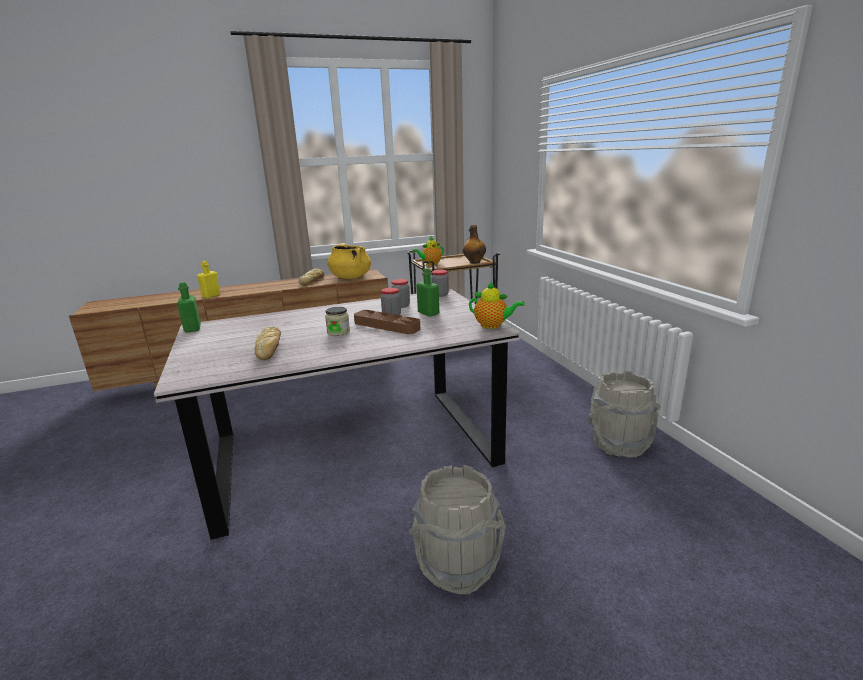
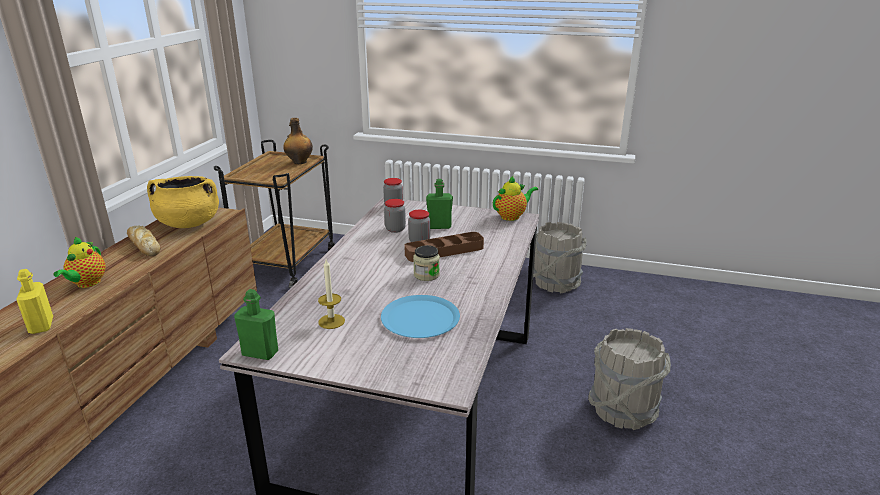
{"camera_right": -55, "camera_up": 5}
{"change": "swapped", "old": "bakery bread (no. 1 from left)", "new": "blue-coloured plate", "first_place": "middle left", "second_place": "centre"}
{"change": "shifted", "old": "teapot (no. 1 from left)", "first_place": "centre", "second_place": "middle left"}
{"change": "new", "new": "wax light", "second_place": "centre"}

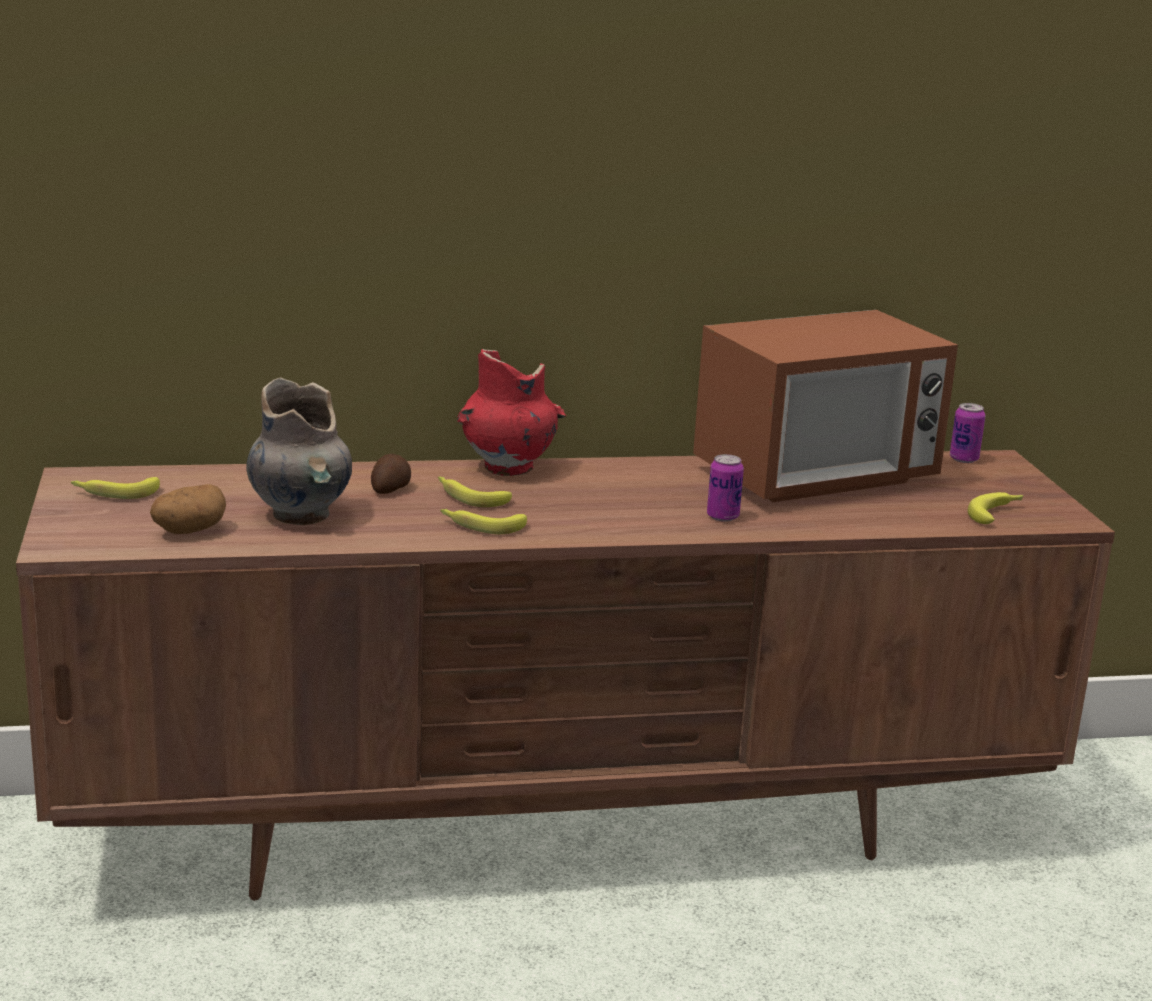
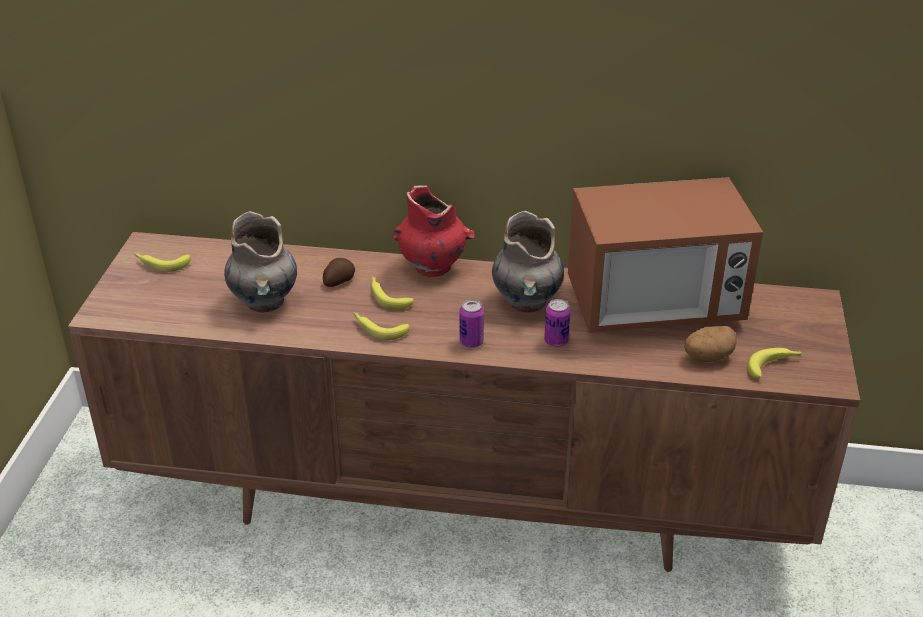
{"camera_right": 20, "camera_up": 15}
{"change": "shifted", "old": "potato (no. 1 from left in the first image)", "new": "potato (no. 2 from left)", "first_place": "middle left", "second_place": "middle right"}
{"change": "shifted", "old": "sealed can (no. 2 from left in the first image)", "new": "sealed can (no. 1 from left)", "first_place": "middle right", "second_place": "centre"}
{"change": "new", "new": "greyish decorative vase (no. 2 from left)", "second_place": "centre"}

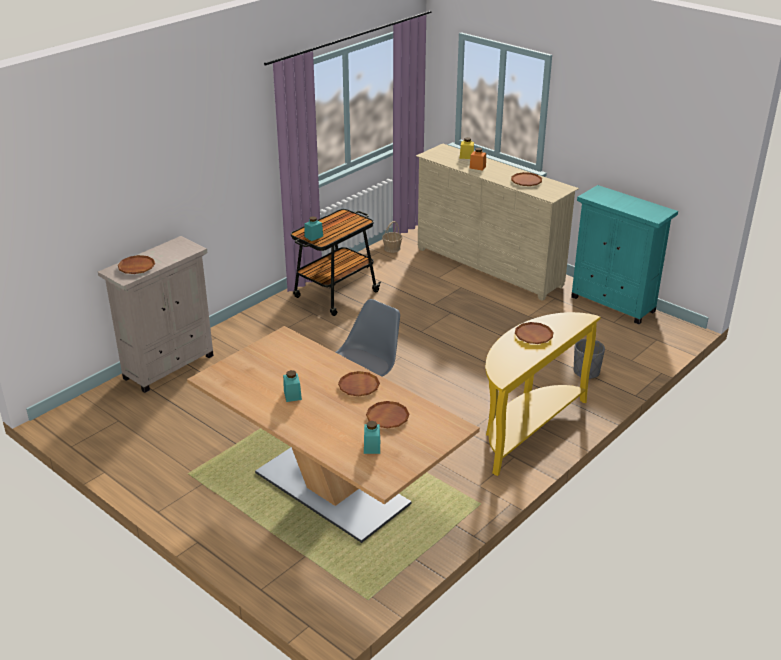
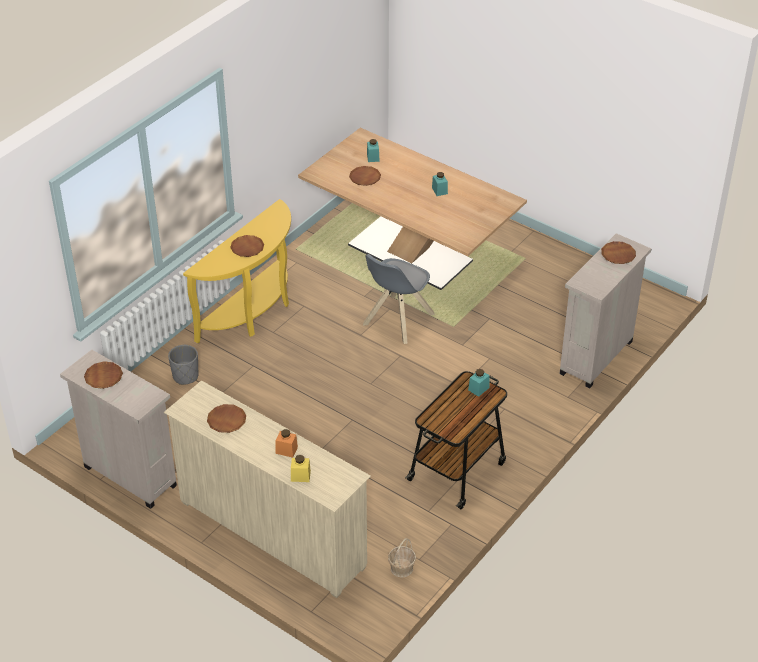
{"camera_right": 175, "camera_up": 10}
{"change": "shifted", "old": "brown plate (no. 2 from left in the first image)", "new": "brown plate (no. 1 from left)", "first_place": "centre", "second_place": "middle left"}
{"change": "repainted", "old": "turquoise cupboard", "new": "beige cupboard (no. 1 from left)", "first_place": "middle right", "second_place": "middle left"}

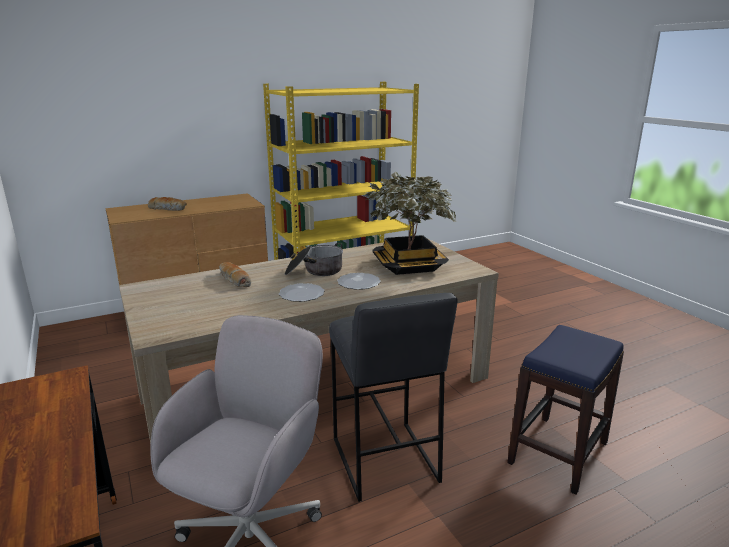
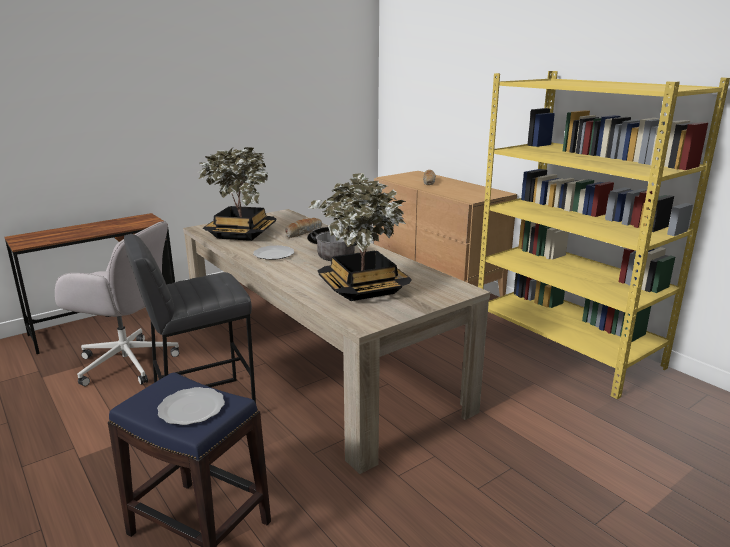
{"camera_right": 80, "camera_up": 0}
{"change": "shifted", "old": "plate (no. 2 from left in the first image)", "new": "plate (no. 1 from left)", "first_place": "centre", "second_place": "bottom left"}
{"change": "new", "new": "plant in a pot (no. 1 from left)", "second_place": "middle left"}

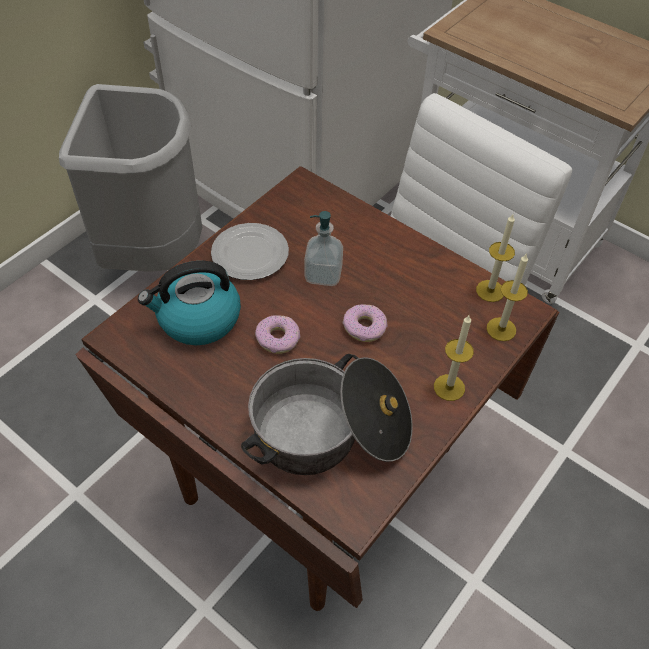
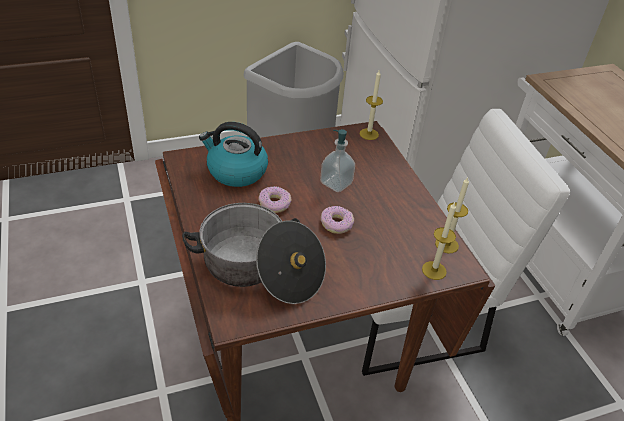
{"camera_right": 30, "camera_up": -10}
{"change": "gone", "old": "plate", "first_place": "centre"}
{"change": "shifted", "old": "wax light (no. 1 from left)", "first_place": "middle right", "second_place": "top centre"}

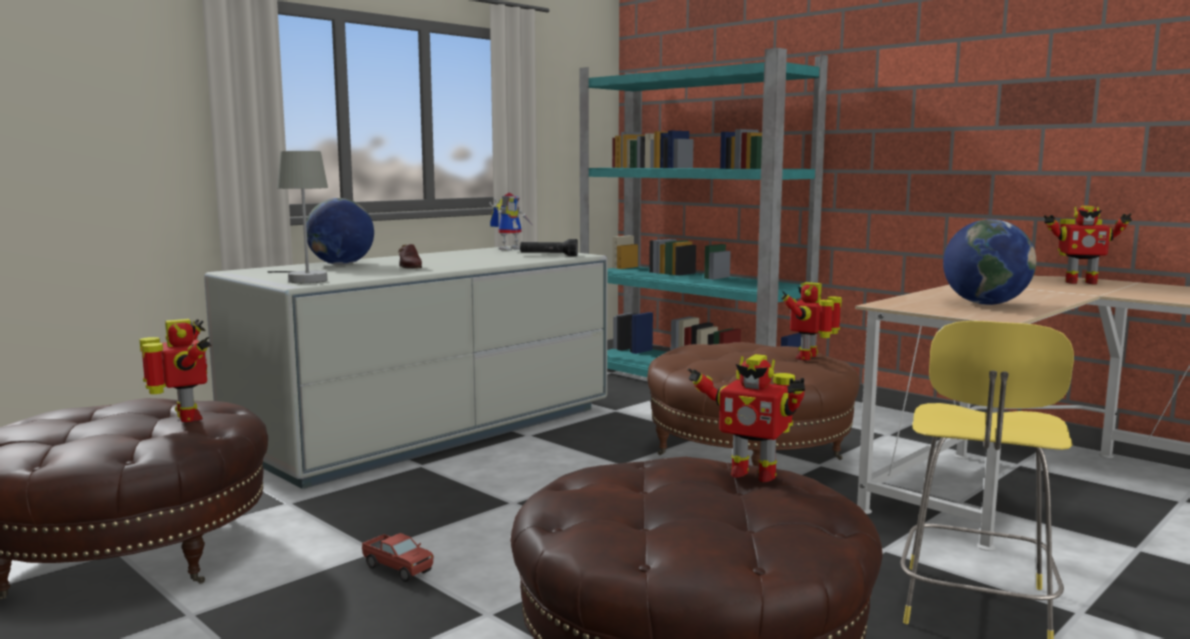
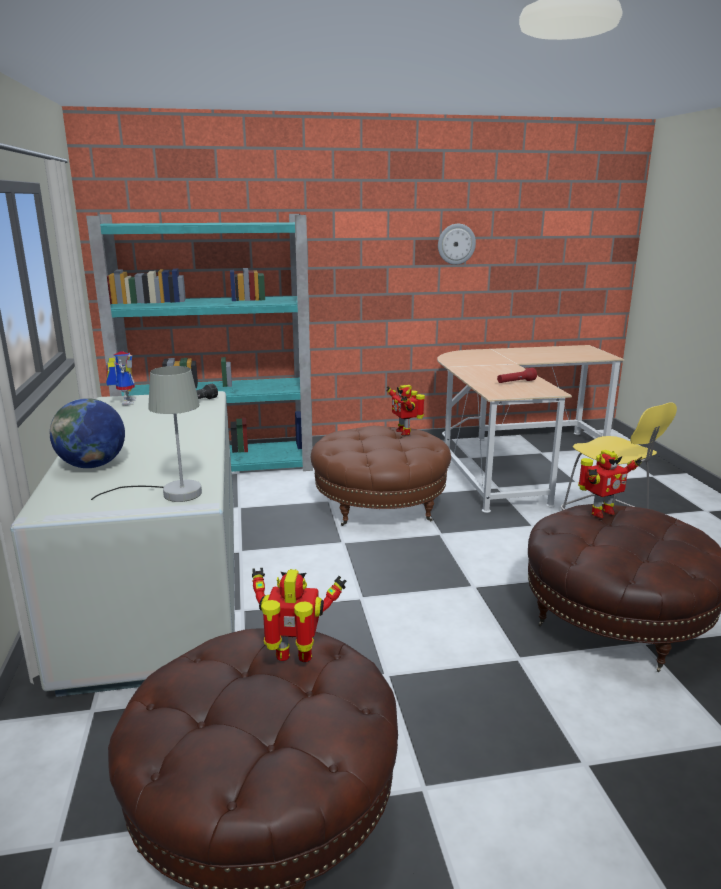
{"camera_right": -55, "camera_up": 10}
{"change": "gone", "old": "toy truck", "first_place": "bottom centre"}
{"change": "gone", "old": "brown low shoe", "first_place": "centre"}
{"change": "swapped", "old": "desk globe (no. 2 from left)", "new": "red hand torch", "first_place": "middle right", "second_place": "middle right"}
{"change": "gone", "old": "model robot (no. 5 from left)", "first_place": "middle right"}
{"change": "new", "new": "wall clock", "second_place": "top centre"}

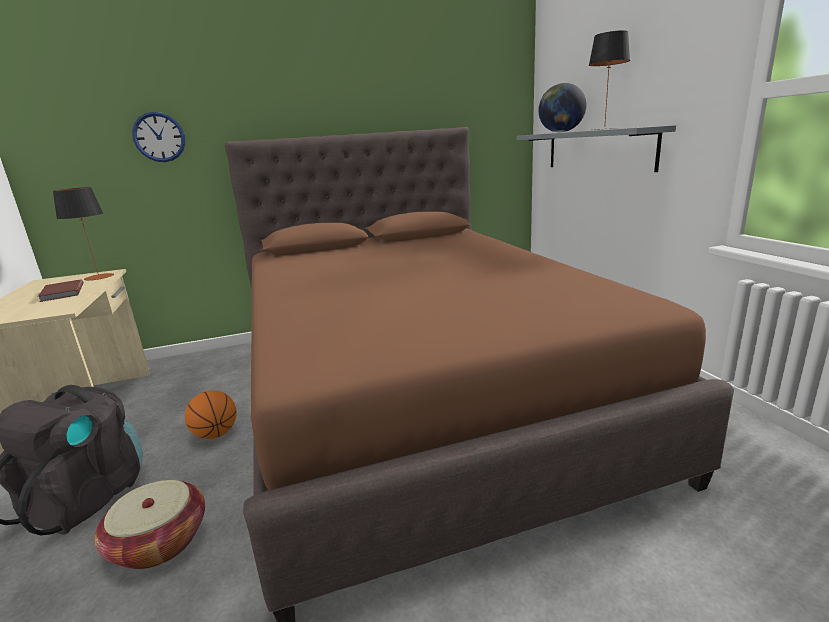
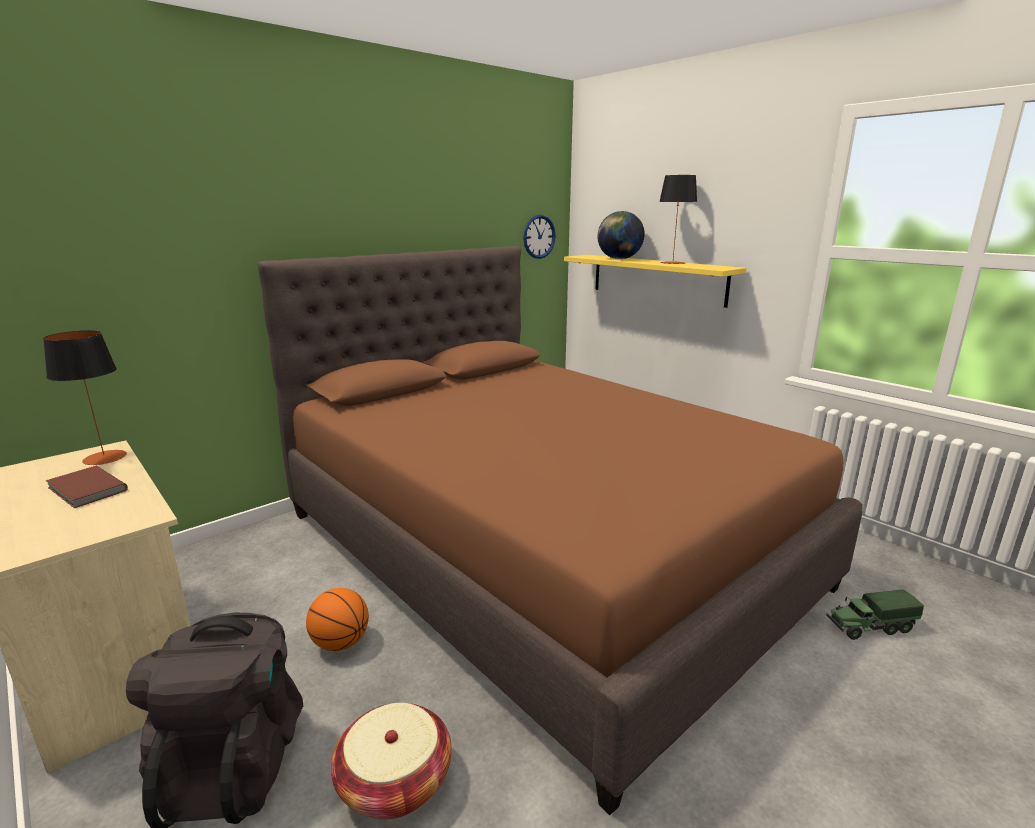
{"camera_right": -25, "camera_up": 0}
{"change": "shifted", "old": "wall clock", "first_place": "top left", "second_place": "top centre"}
{"change": "repainted", "old": "greyish shelf", "new": "yellow-coloured shelf", "first_place": "top right", "second_place": "centre"}
{"change": "new", "new": "toy truck", "second_place": "bottom right"}

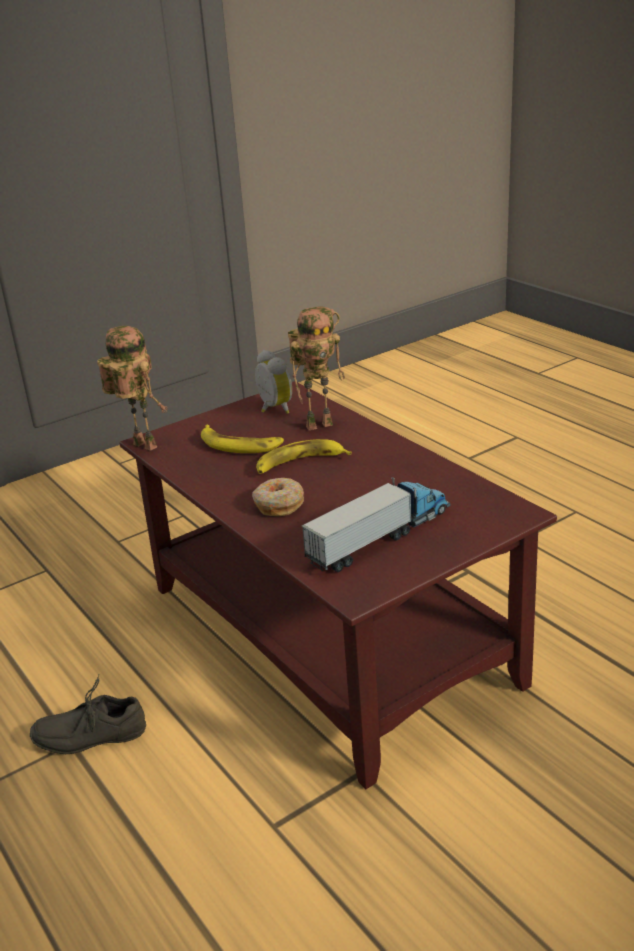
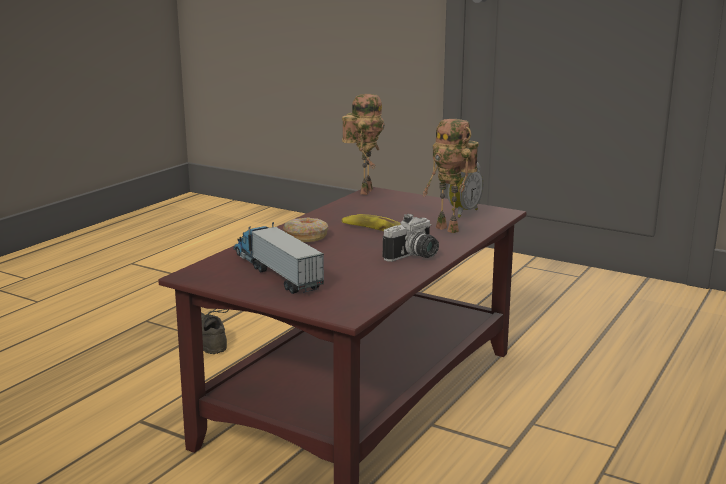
{"camera_right": 65, "camera_up": -10}
{"change": "gone", "old": "banana fruit (no. 1 from left)", "first_place": "centre"}
{"change": "rotated", "old": "toy truck", "first_place": "centre", "second_place": "centre", "degrees": -150}
{"change": "new", "new": "photo camera", "second_place": "centre"}

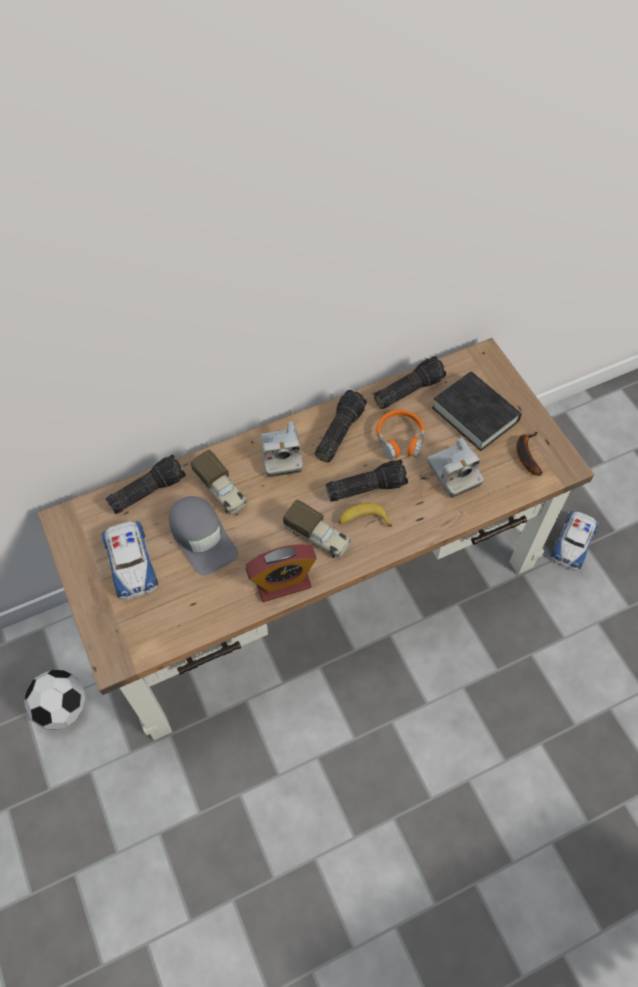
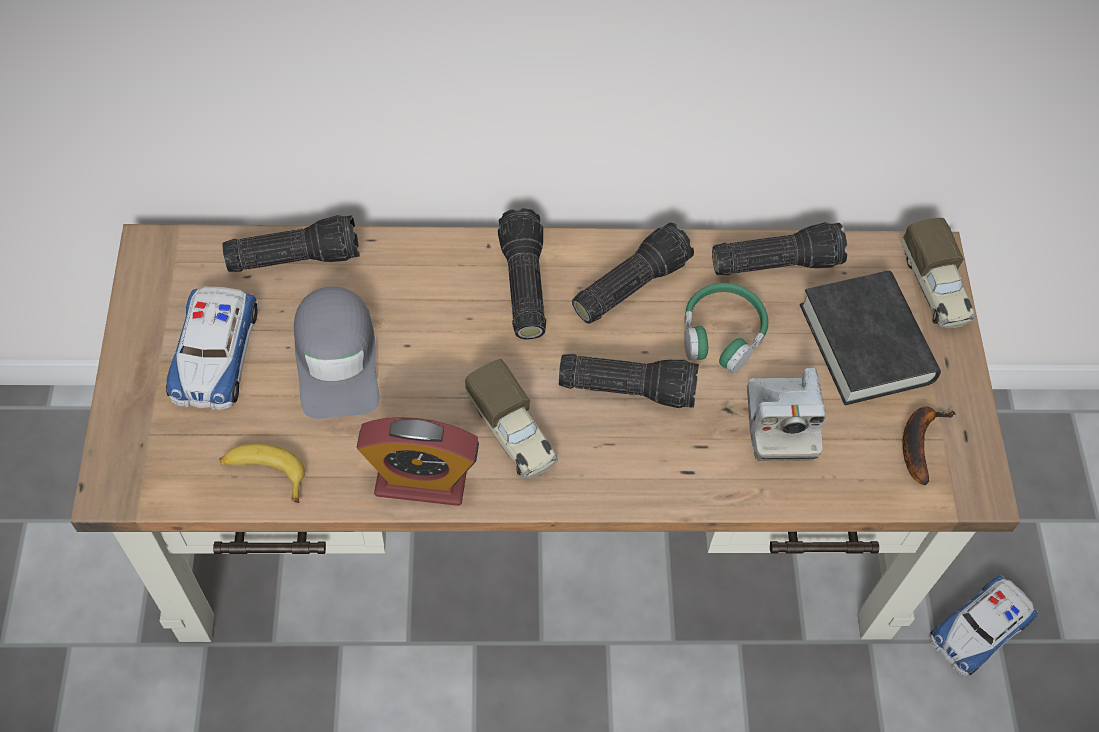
{"camera_right": 20, "camera_up": 0}
{"change": "gone", "old": "football", "first_place": "bottom left"}
{"change": "shifted", "old": "toy truck (no. 1 from left in the first image)", "new": "toy truck (no. 2 from left)", "first_place": "centre", "second_place": "middle right"}
{"change": "swapped", "old": "photo camera (no. 1 from left)", "new": "hand torch (no. 2 from left)", "first_place": "centre", "second_place": "centre"}
{"change": "shifted", "old": "banana fruit (no. 1 from left)", "first_place": "centre", "second_place": "middle left"}
{"change": "repainted", "old": "orangey headset", "new": "green-coloured headset", "first_place": "centre", "second_place": "centre"}

